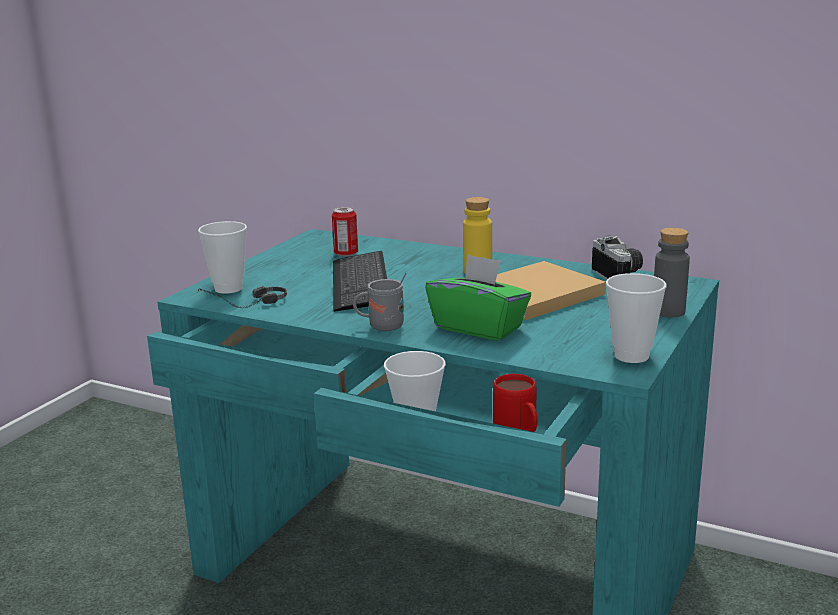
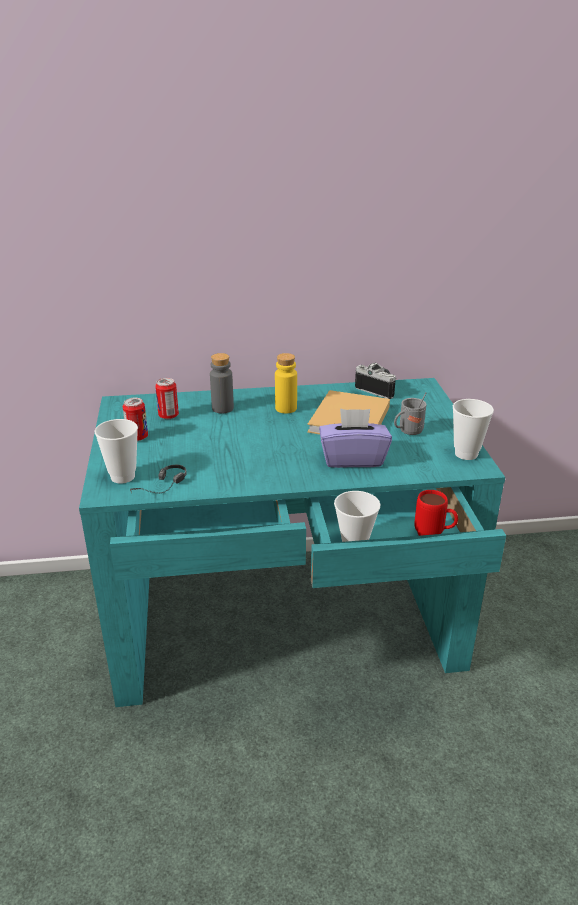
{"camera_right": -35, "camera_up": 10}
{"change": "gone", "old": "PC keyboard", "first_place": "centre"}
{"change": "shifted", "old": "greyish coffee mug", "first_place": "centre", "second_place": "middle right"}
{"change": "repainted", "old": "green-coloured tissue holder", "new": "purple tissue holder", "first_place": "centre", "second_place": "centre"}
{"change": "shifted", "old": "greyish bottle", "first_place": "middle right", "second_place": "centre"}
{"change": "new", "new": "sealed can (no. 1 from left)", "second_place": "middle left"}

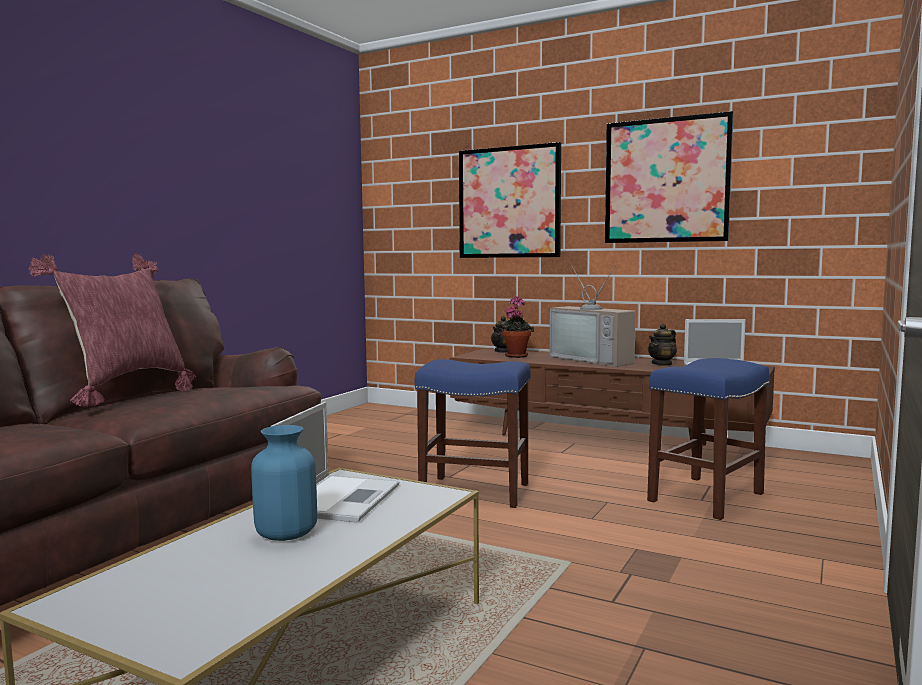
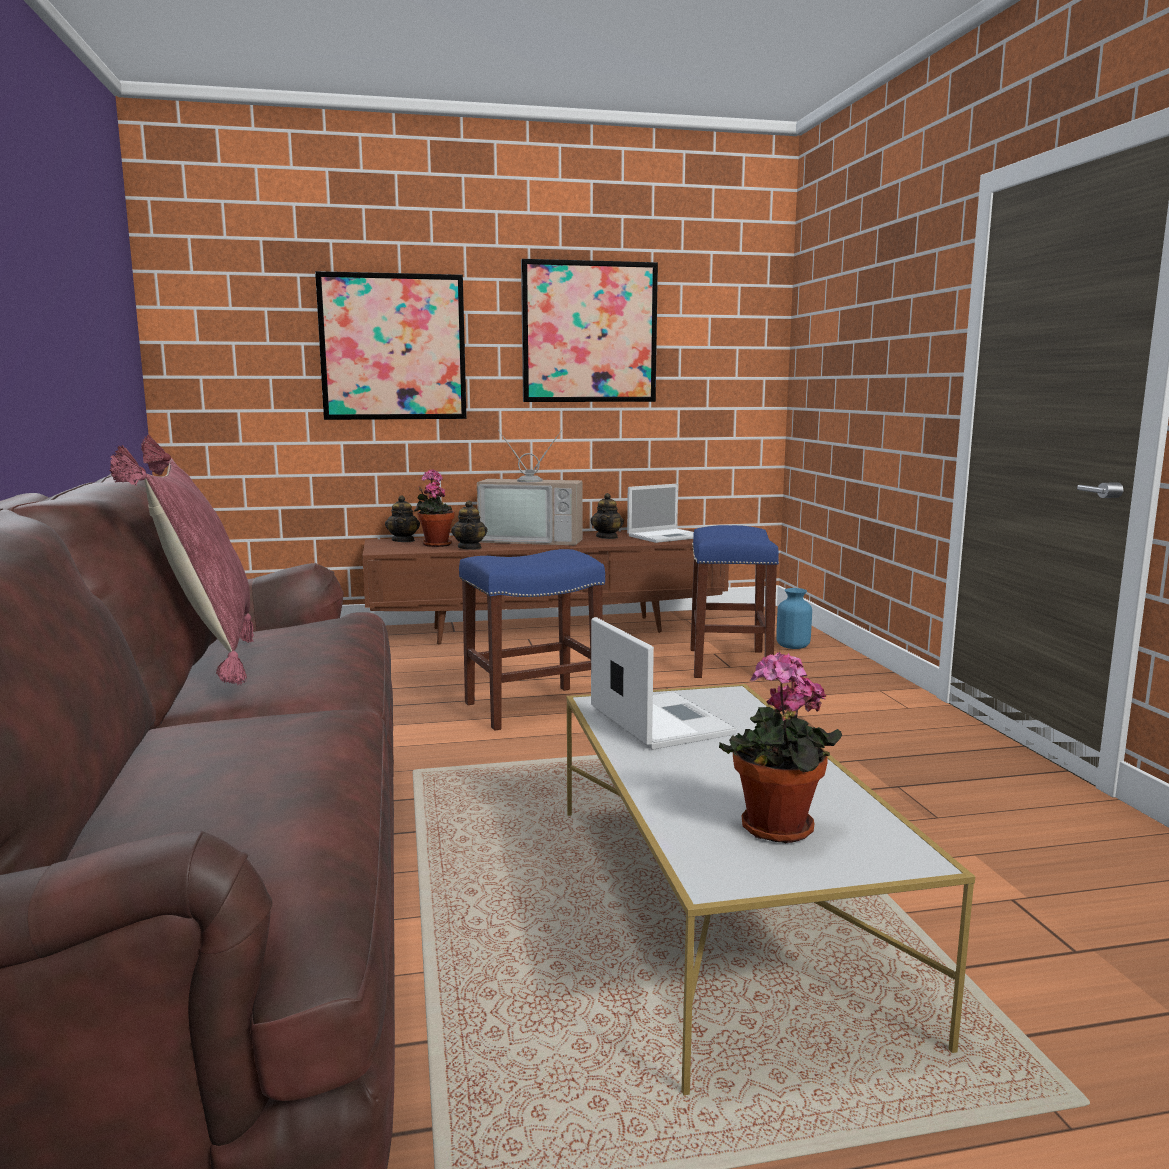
{"camera_right": -40, "camera_up": 5}
{"change": "shifted", "old": "blue-coloured decorative vase", "first_place": "bottom left", "second_place": "middle right"}
{"change": "new", "new": "teapot (no. 2 from left)", "second_place": "centre"}
{"change": "new", "new": "plant in a pot (no. 2 from left)", "second_place": "middle right"}

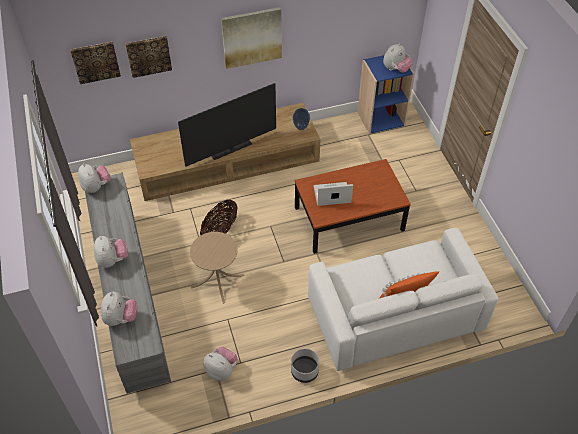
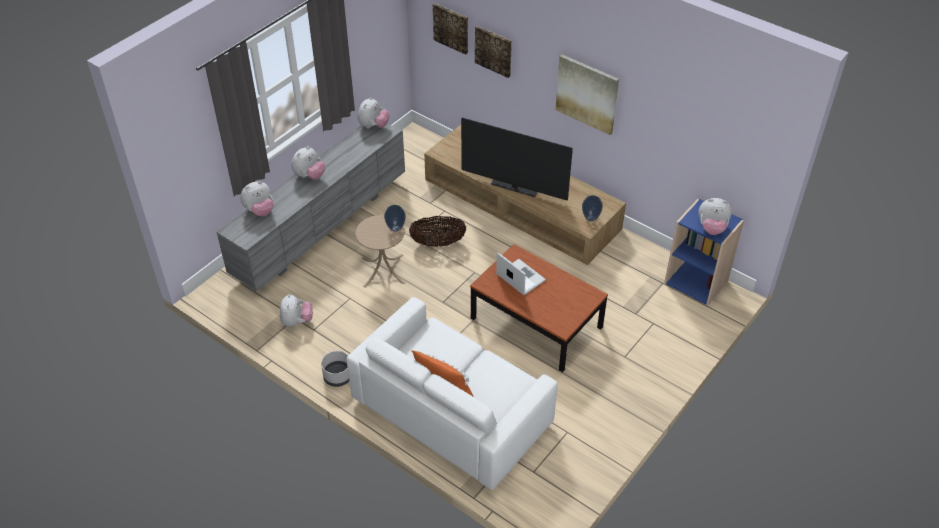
{"camera_right": 55, "camera_up": -5}
{"change": "new", "new": "decorative vase (no. 1 from left)", "second_place": "centre"}

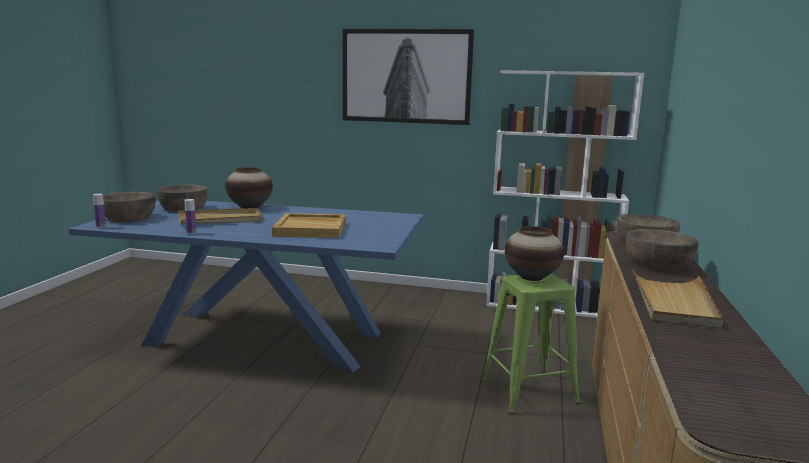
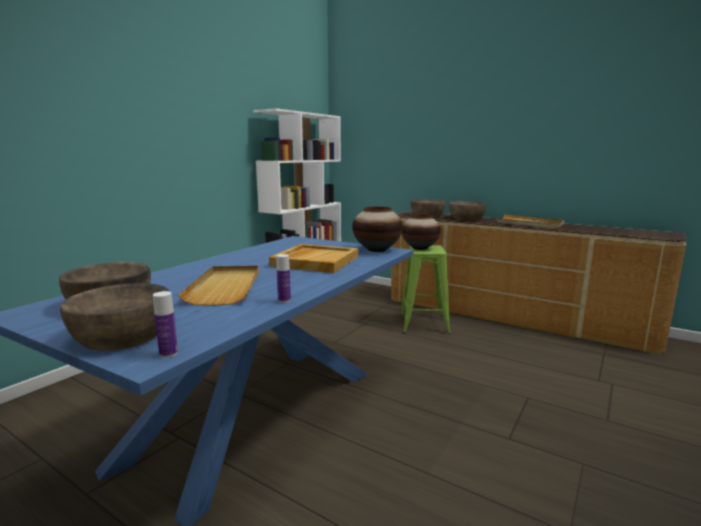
{"camera_right": -70, "camera_up": 0}
{"change": "shifted", "old": "decorative vase (no. 1 from left)", "first_place": "middle left", "second_place": "centre"}
{"change": "gone", "old": "wall picture", "first_place": "top centre"}

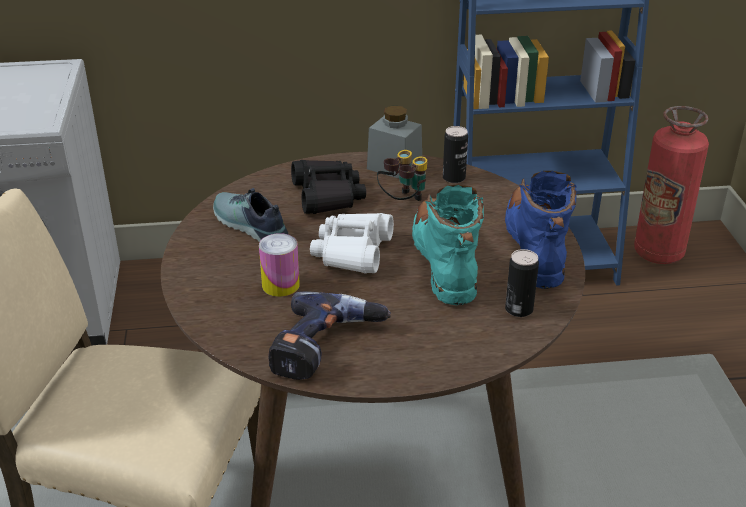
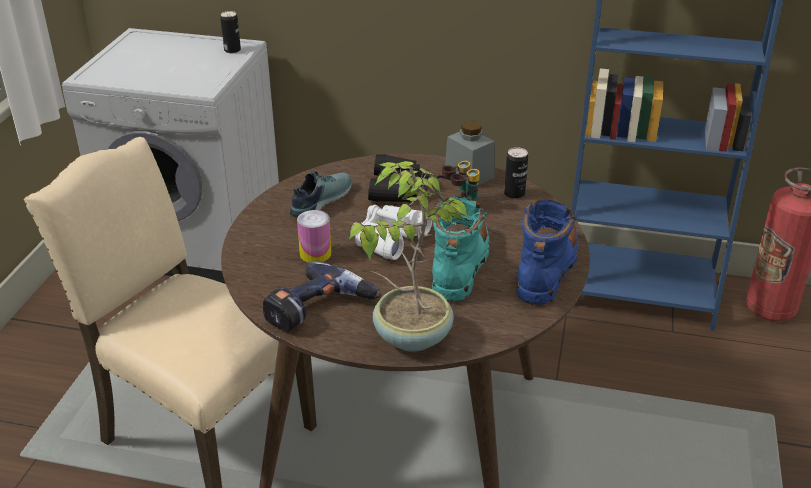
{"camera_right": 20, "camera_up": 0}
{"change": "rotated", "old": "low shoe", "first_place": "centre", "second_place": "centre", "degrees": 60}
{"change": "shifted", "old": "sealed can (no. 3 from left in the first image)", "new": "sealed can (no. 1 from left)", "first_place": "middle right", "second_place": "top left"}
{"change": "new", "new": "plant in a pot", "second_place": "centre"}

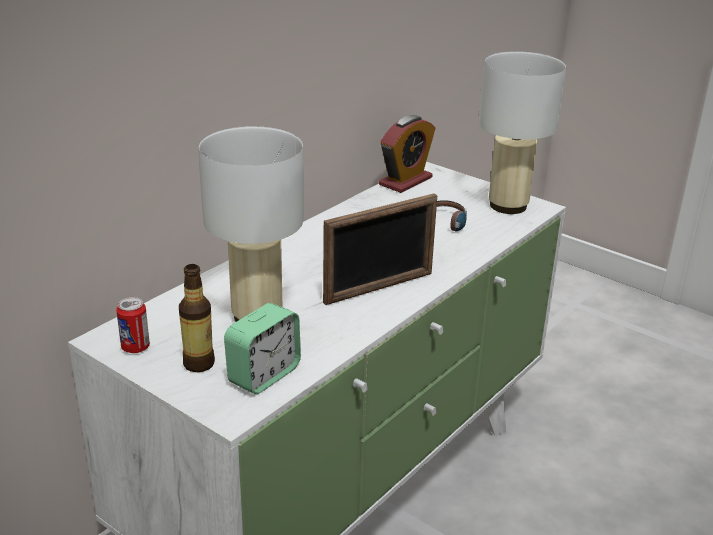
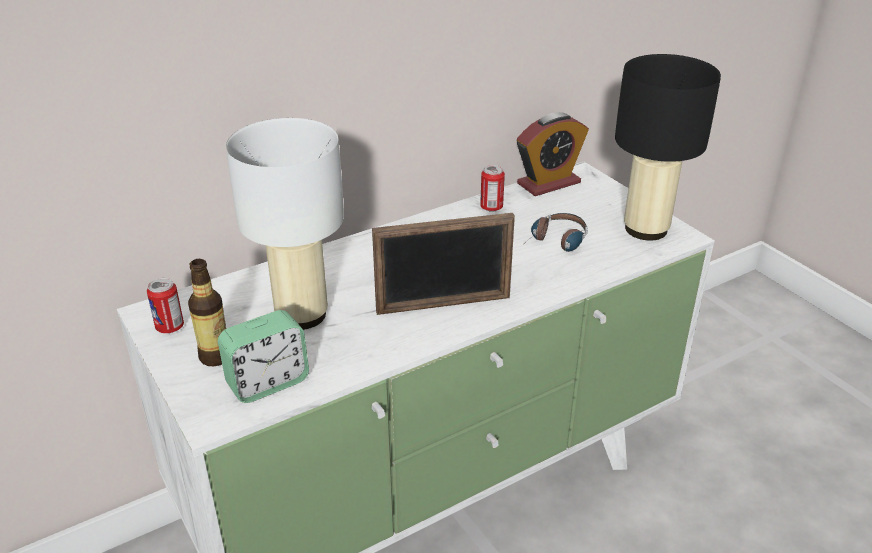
{"camera_right": 20, "camera_up": 5}
{"change": "repainted", "old": "whitish table lamp (no. 2 from left)", "new": "blackish table lamp", "first_place": "top right", "second_place": "top right"}
{"change": "new", "new": "sealed can (no. 2 from left)", "second_place": "centre"}

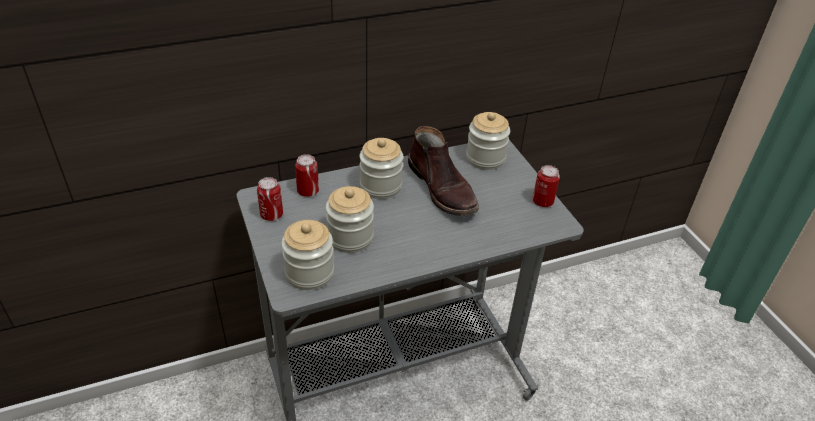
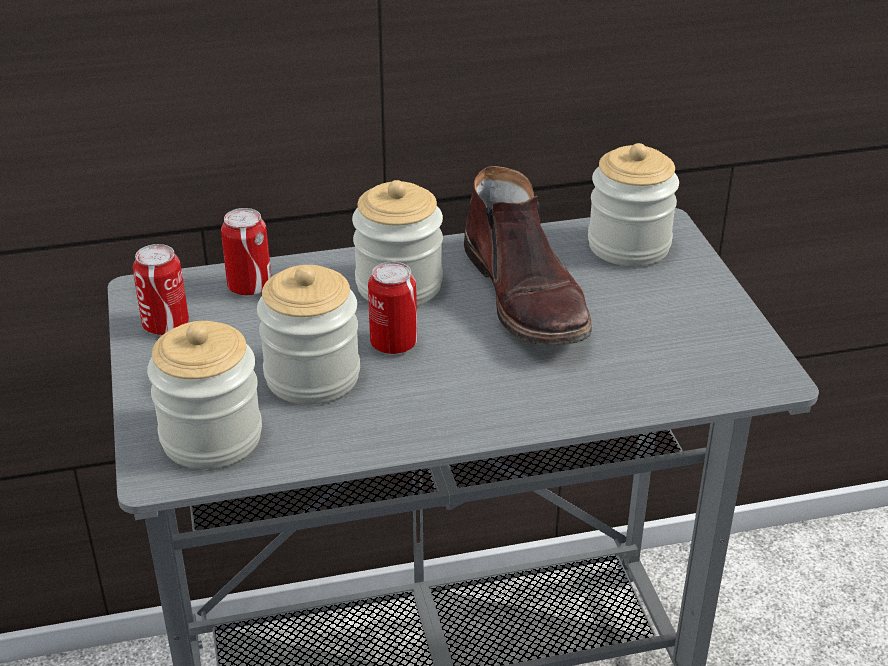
{"camera_right": 10, "camera_up": -5}
{"change": "shifted", "old": "sealed can (no. 3 from left)", "first_place": "middle right", "second_place": "centre"}

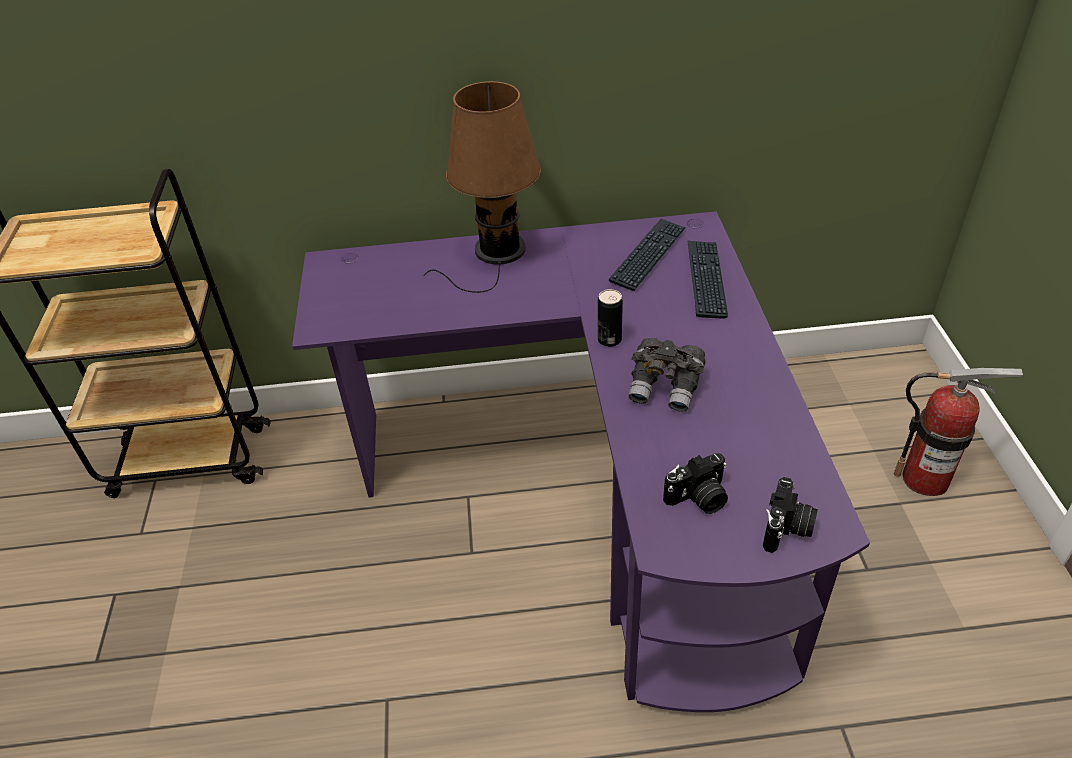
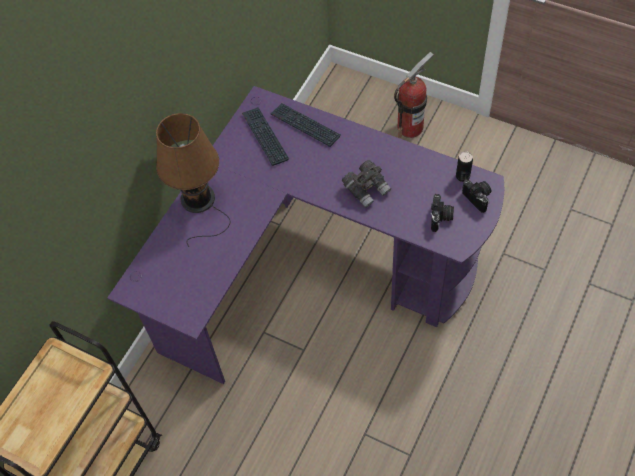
{"camera_right": -55, "camera_up": 15}
{"change": "shifted", "old": "sealed can", "first_place": "centre", "second_place": "middle right"}

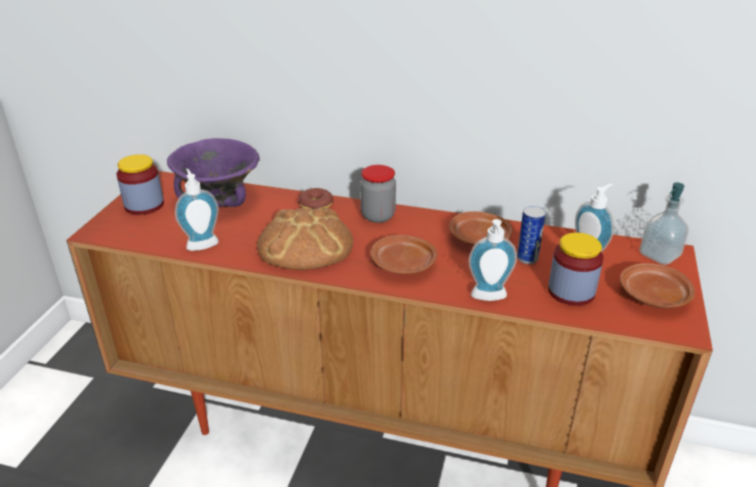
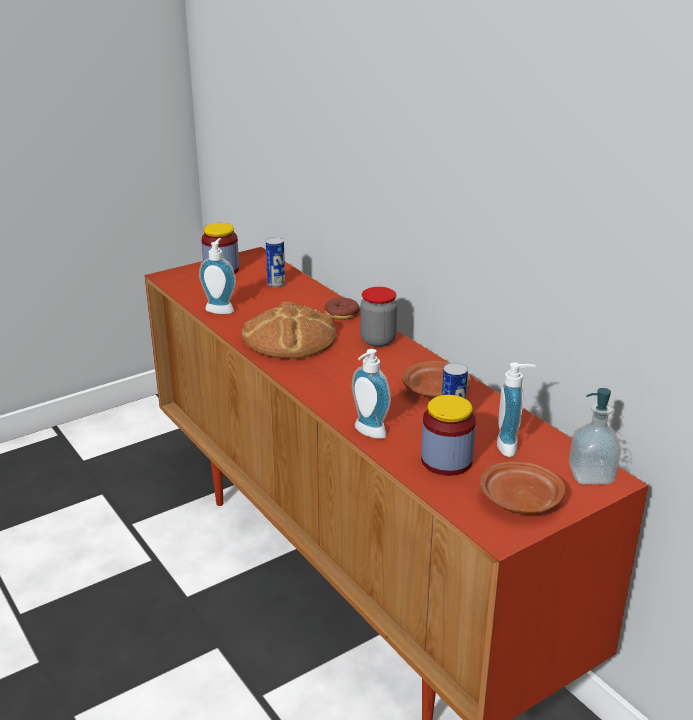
{"camera_right": 40, "camera_up": -5}
{"change": "swapped", "old": "purple bowl", "new": "sealed can (no. 1 from left)", "first_place": "middle left", "second_place": "centre"}
{"change": "gone", "old": "brown plate (no. 1 from left)", "first_place": "centre"}

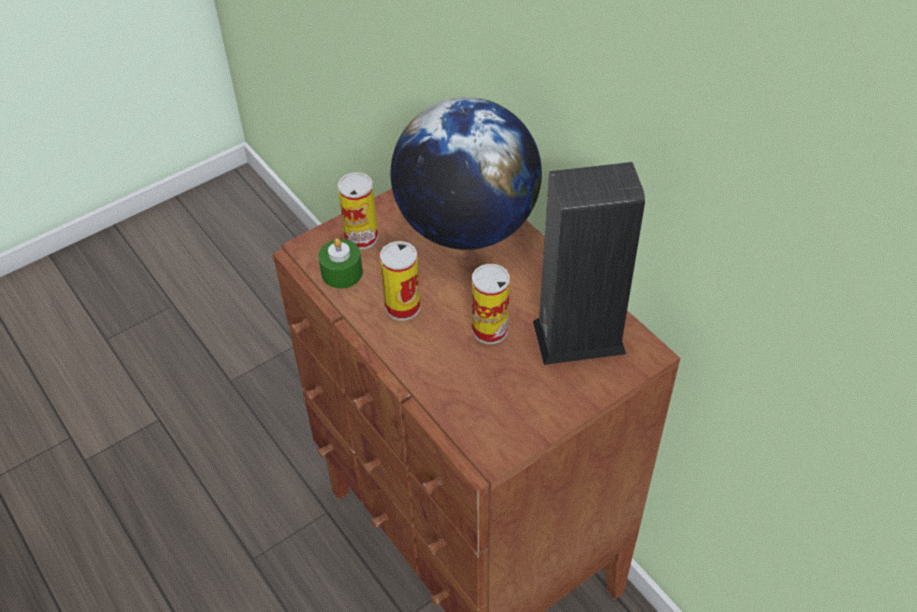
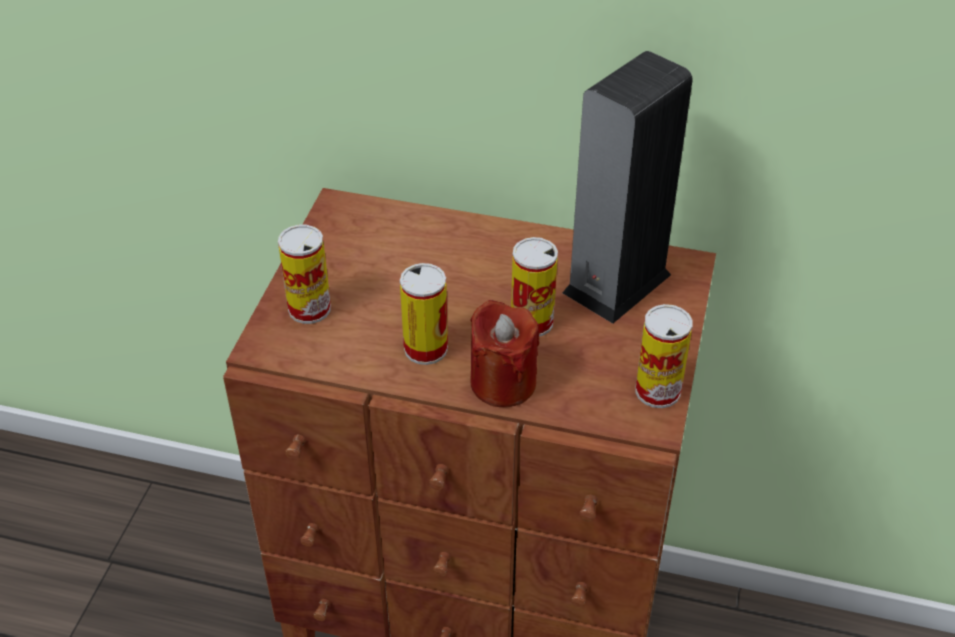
{"camera_right": -40, "camera_up": -5}
{"change": "gone", "old": "green-coloured wax light", "first_place": "centre"}
{"change": "gone", "old": "desk globe", "first_place": "top centre"}
{"change": "new", "new": "red wax light", "second_place": "centre"}
{"change": "new", "new": "sealed can (no. 4 from left)", "second_place": "middle right"}

